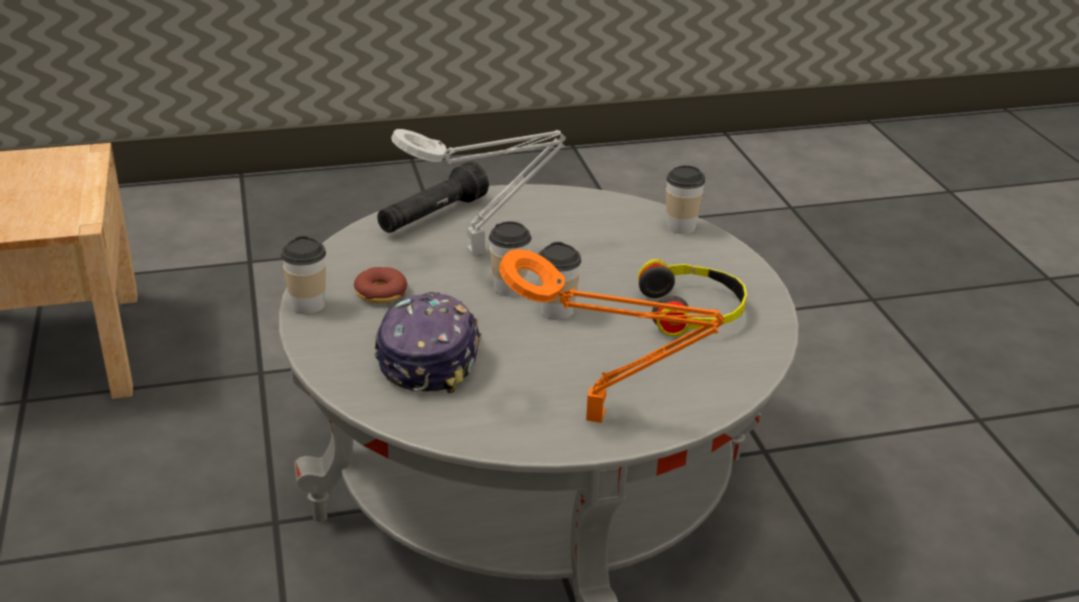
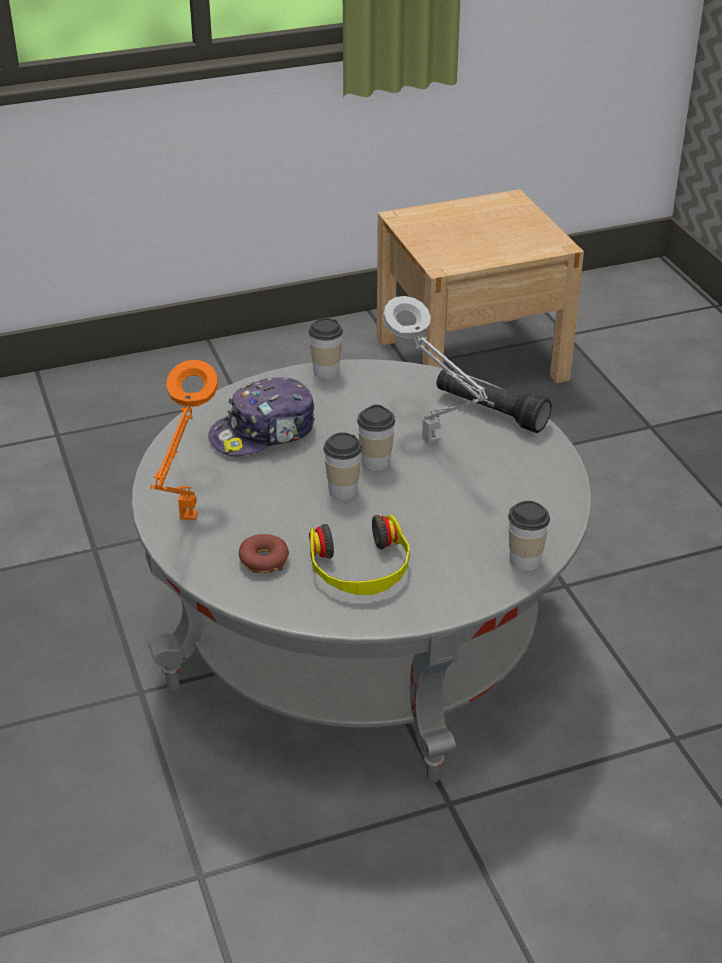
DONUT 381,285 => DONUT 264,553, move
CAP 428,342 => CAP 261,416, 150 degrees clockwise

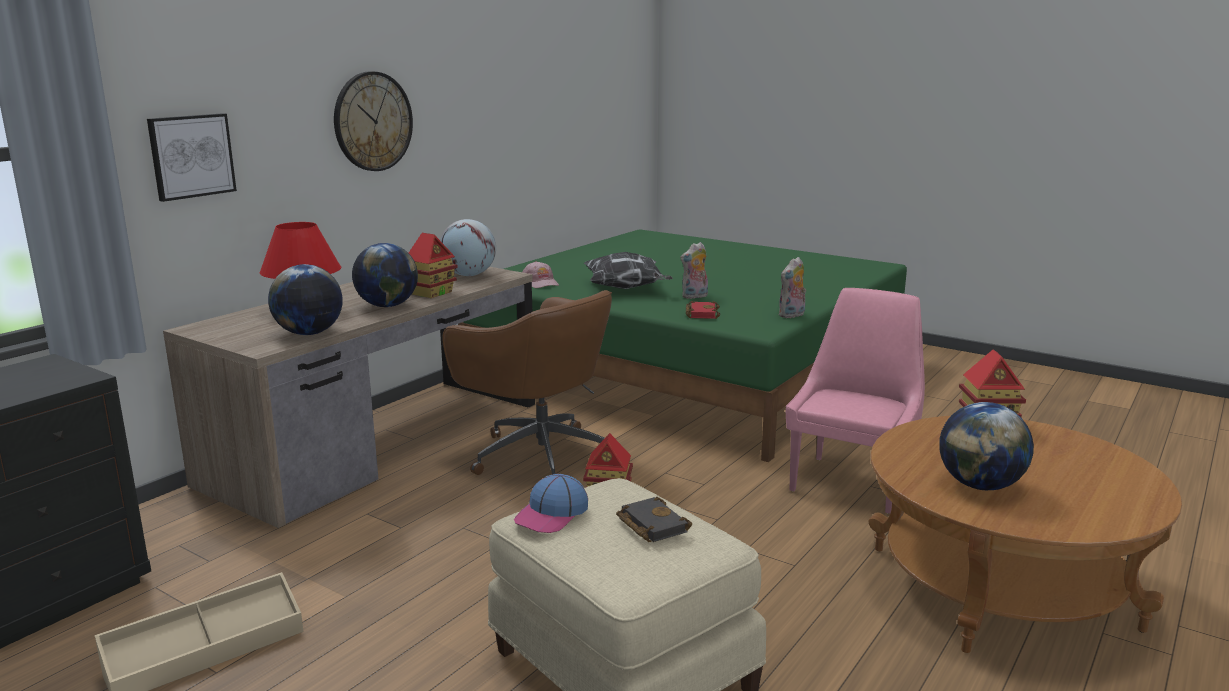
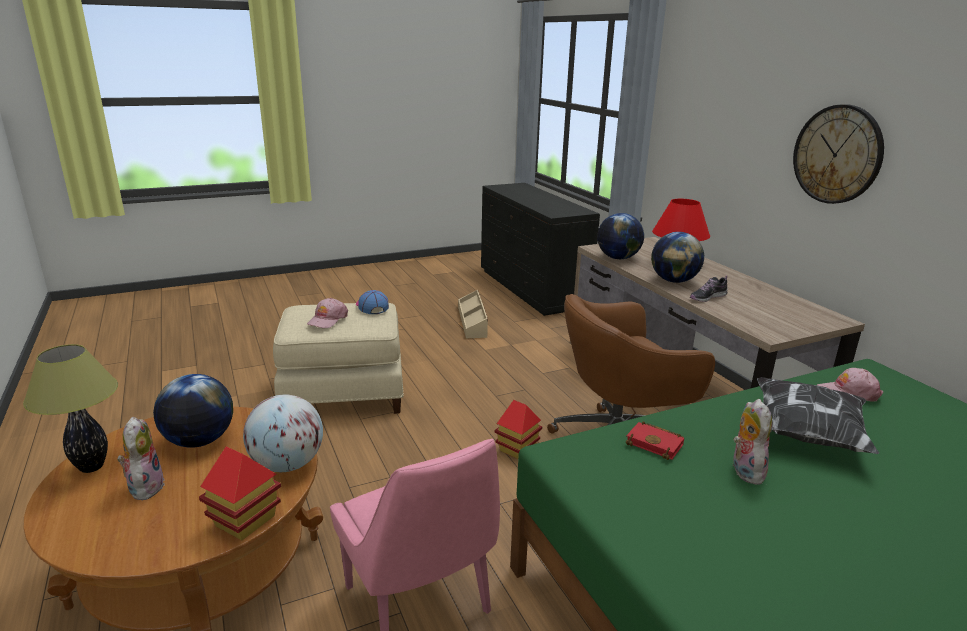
PICTURE 192,157 => nothing
GLOBE 468,247 => GLOBE 283,433, move
TOY HOUSE 433,265 => SHOE 709,289
PLUSH TOY 792,287 => PLUSH TOY 141,458, move
BLACK BOOK 654,519 => PINK CAP 327,313
nothing => TABLE LAMP 70,408

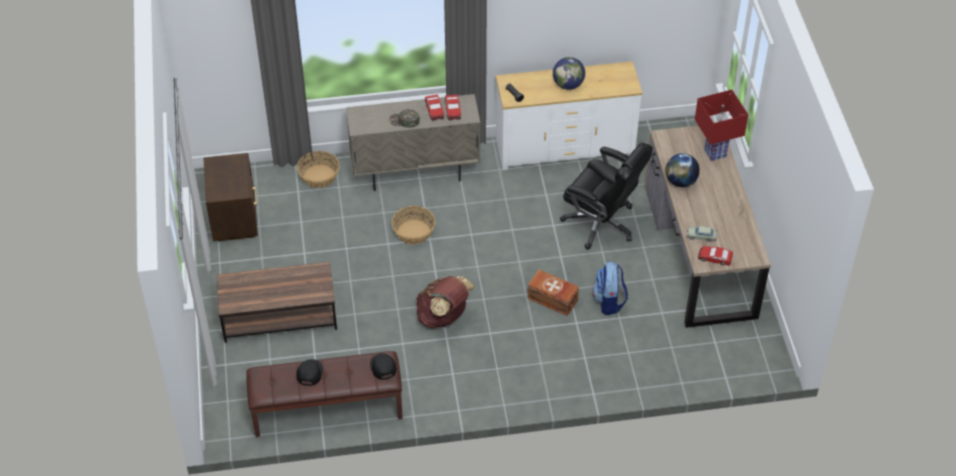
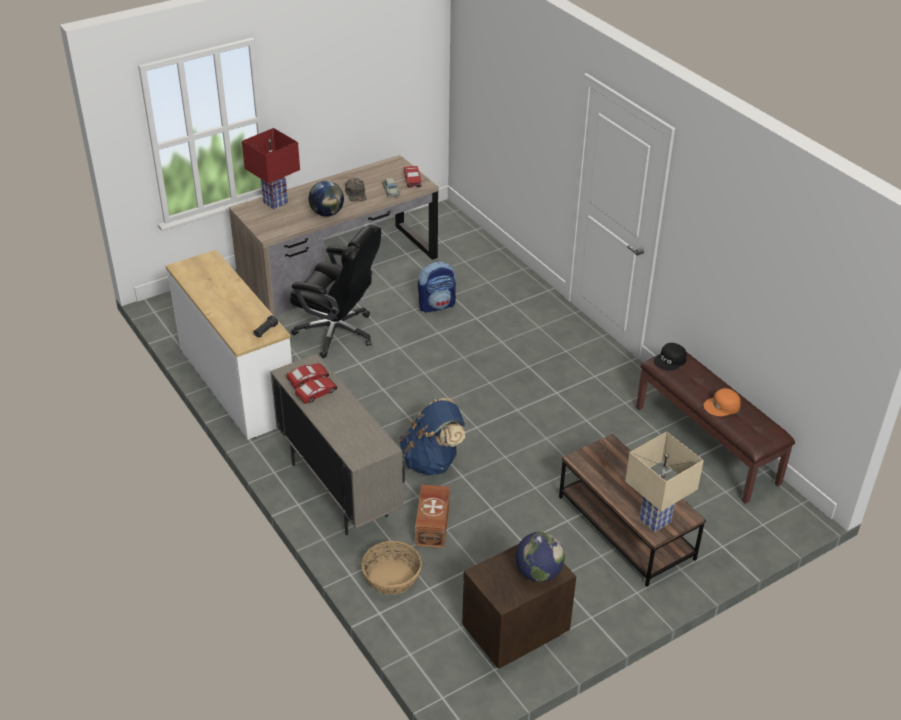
GLOBE 569,73 => GLOBE 540,557, move
GREEN CAP 404,118 => GREEN CAP 356,190, move
BLACK OFFICE CHAIR 606,196 => BLACK OFFICE CHAIR 335,291, 105 degrees clockwise
BASKET 413,225 => BLUE BACKPACK 432,436
BROWN STORAGE BOX 553,293 => BROWN STORAGE BOX 432,516, move
BROWN BACKPACK 445,302 => nothing
BLACK CAP 310,372 => ORANGE CAP 722,402
nothing => BEIGE TABLE LAMP 664,481

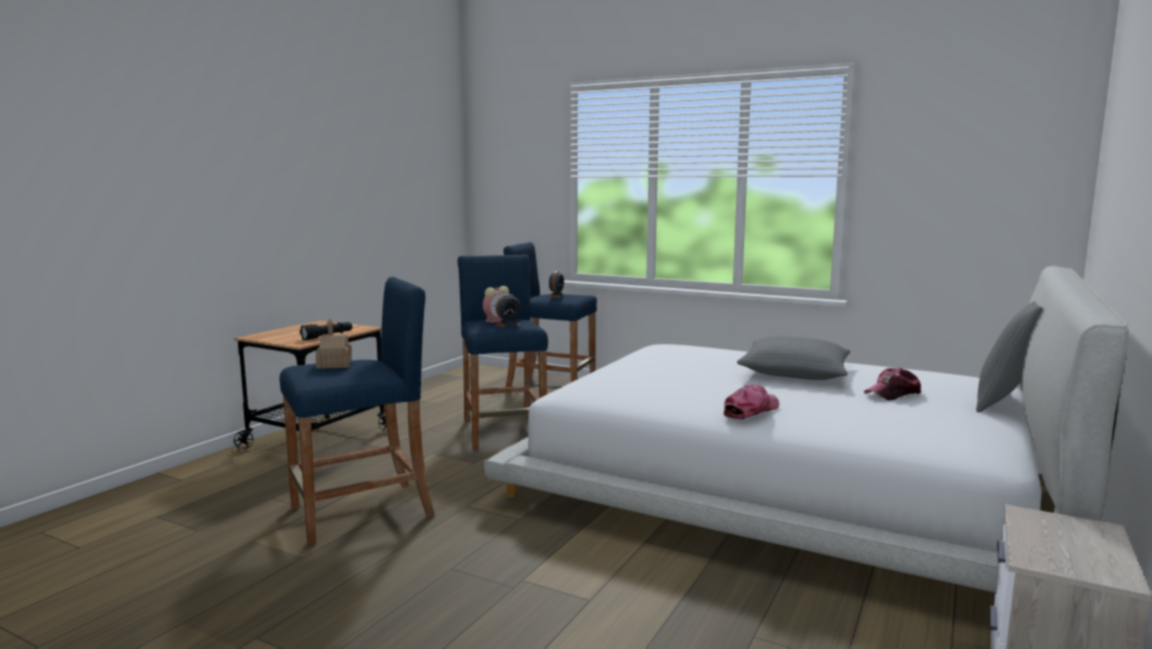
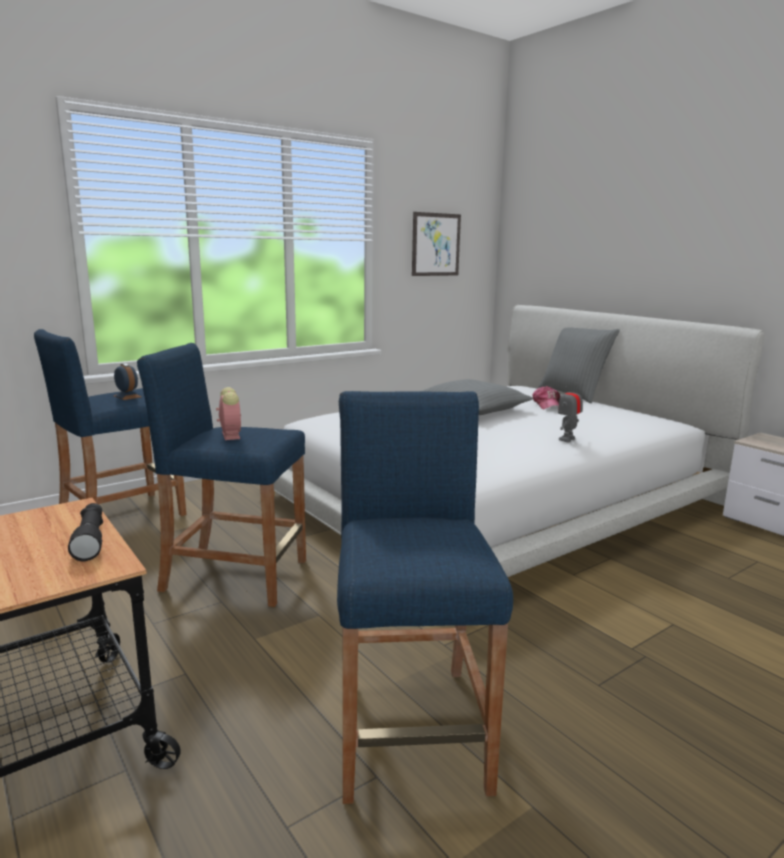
ALARM CLOCK 508,311 => nothing
TOY HOUSE 333,344 => nothing
CAP 751,401 => TOY ROBOT 570,411
nothing => PICTURE 436,244

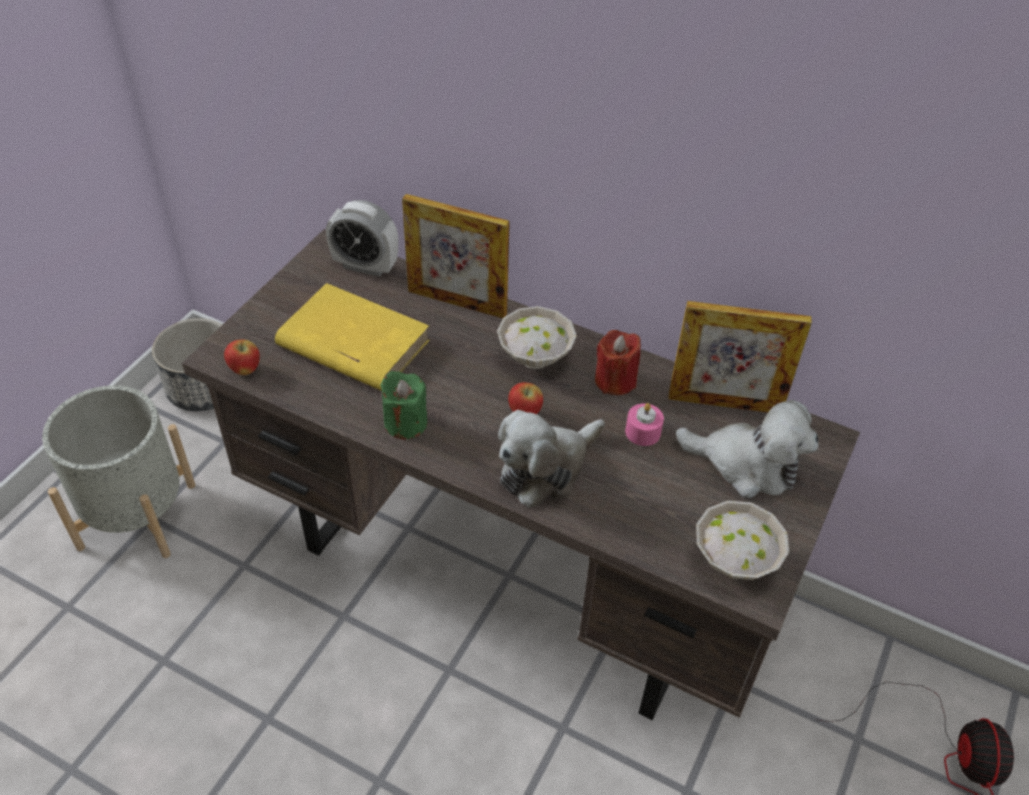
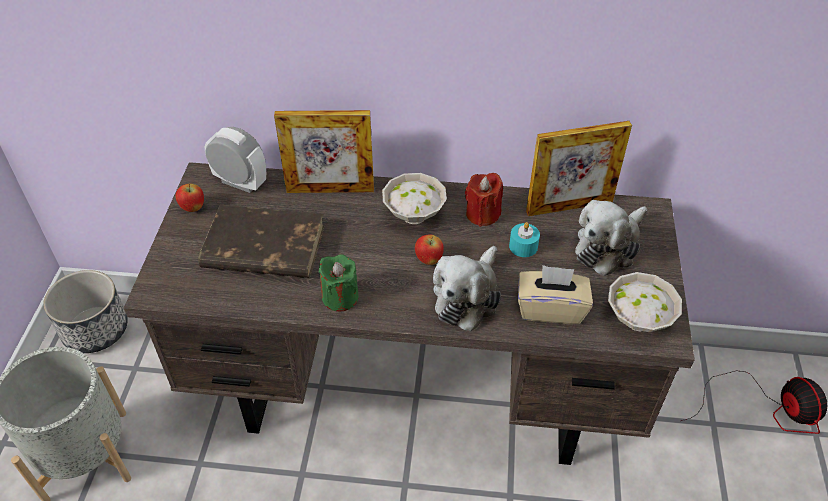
ALARM CLOCK 362,238 => ALARM CLOCK 235,160, 150 degrees counterclockwise
YELLOW BOOK 352,337 => BROWN BOOK 261,241
APPLE 242,357 => APPLE 189,198, move
PLUSH TOY 747,449 => PLUSH TOY 611,238, 135 degrees clockwise
PINK CANDLE 644,424 => TURQUOISE CANDLE 524,239
nothing => BEIGE TISSUE BOX 555,294

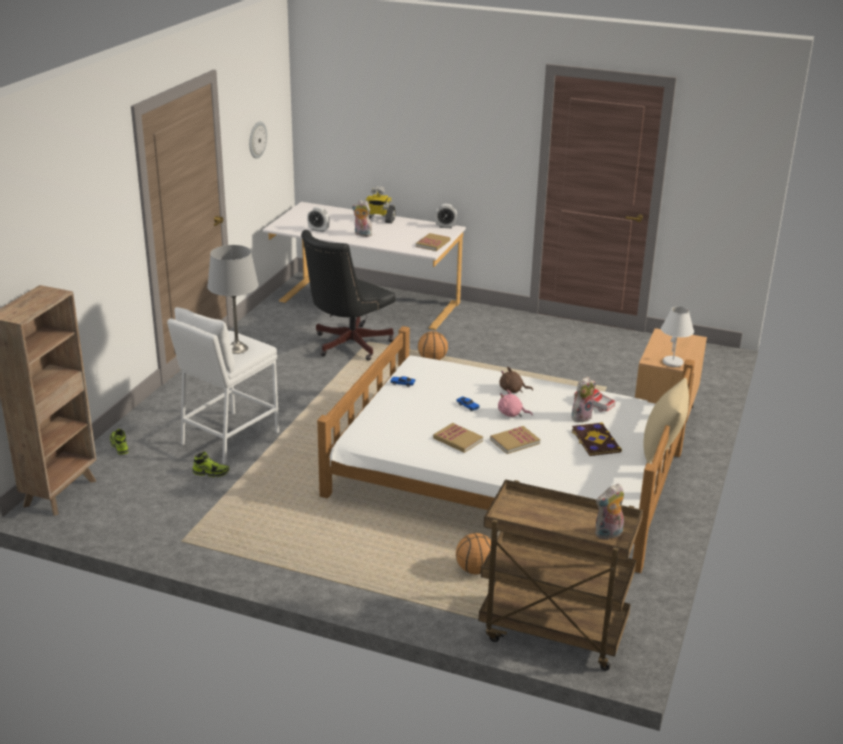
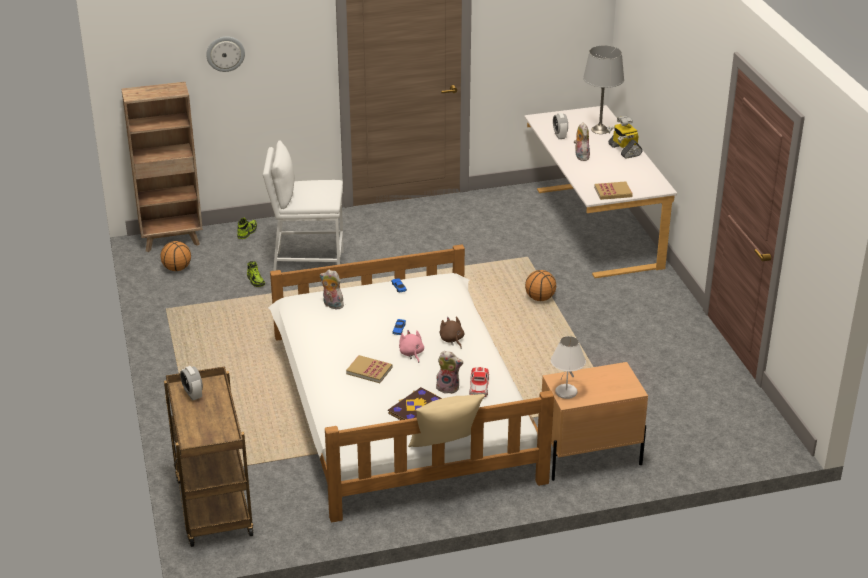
WALL CLOCK 258,140 => WALL CLOCK 225,54, move
ALARM CLOCK 446,216 => ALARM CLOCK 191,383, move
BLACK OFFICE CHAIR 348,295 => nothing
GREY TABLE LAMP 233,299 => GREY TABLE LAMP 603,89, move
BOOK 458,438 => nothing
PLUSH TOY 609,512 => PLUSH TOY 332,289, move
BASKETBALL 473,553 => BASKETBALL 176,256, move

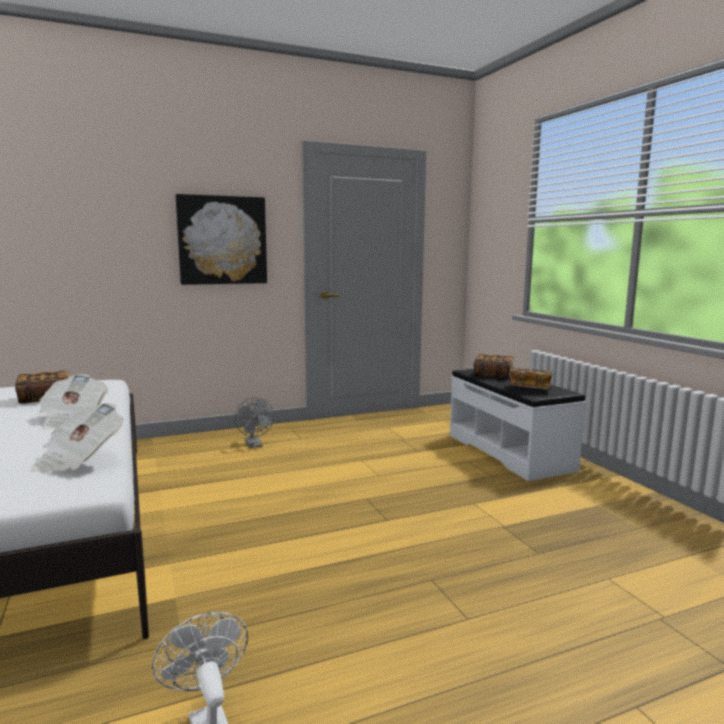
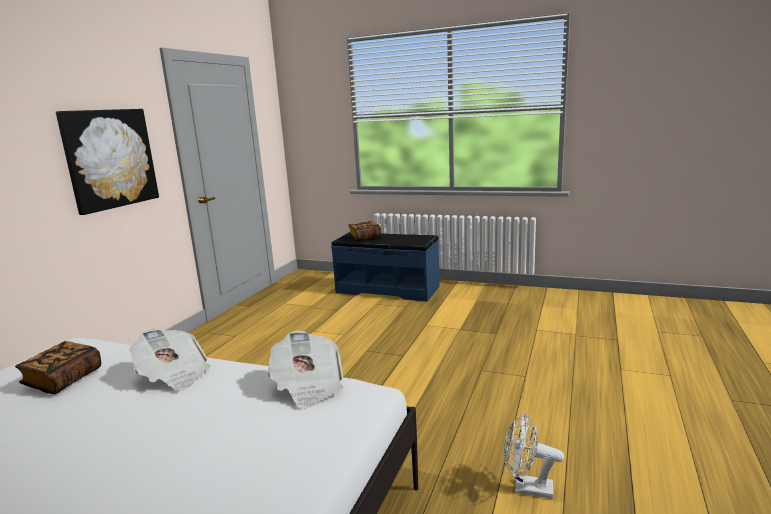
BOOK 530,379 => nothing
WHITE BENCH 518,425 => BLUE BENCH 385,267
GREY FAN 254,422 => nothing

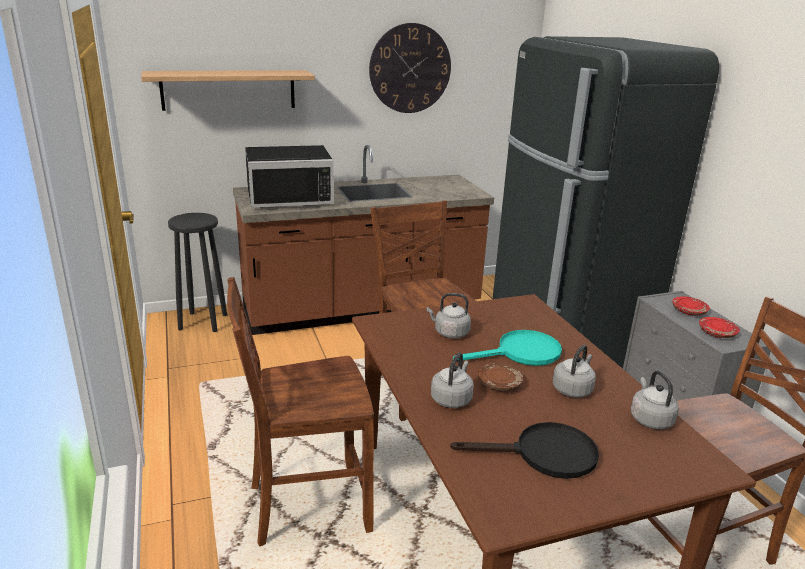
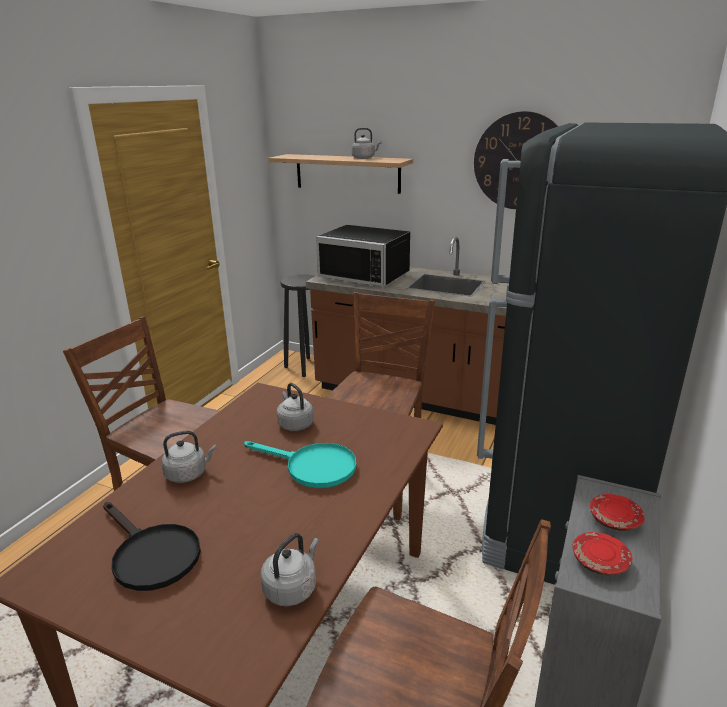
GREY KETTLE 574,371 => GREY KETTLE 367,143, move
BROWN PLATE 500,377 => nothing

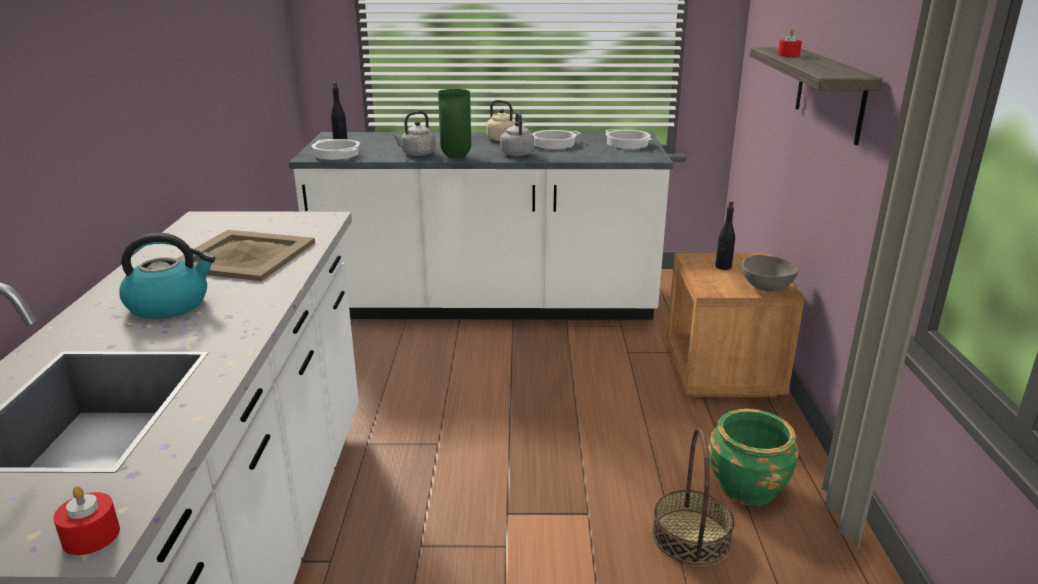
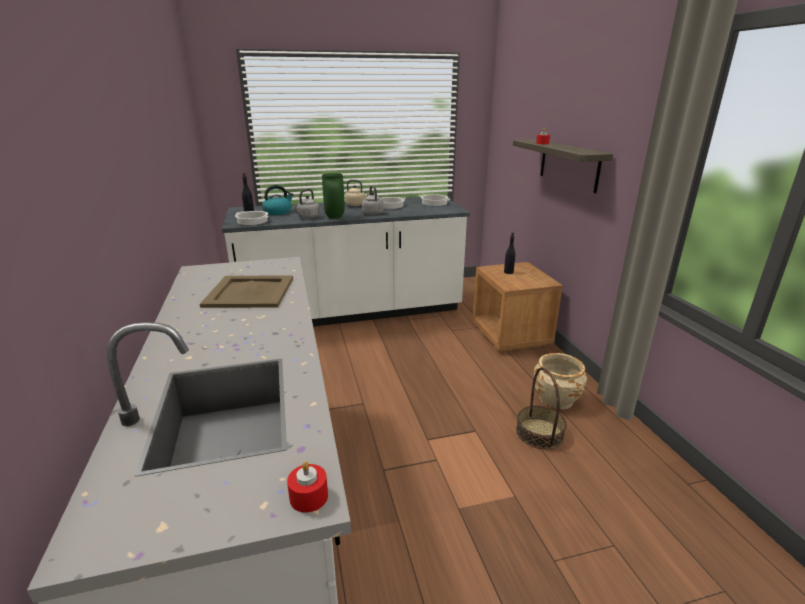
KETTLE 167,276 => KETTLE 278,200, move
GREY BOWL 770,273 => nothing
GREEN PLANTER 753,457 => BEIGE PLANTER 560,381

